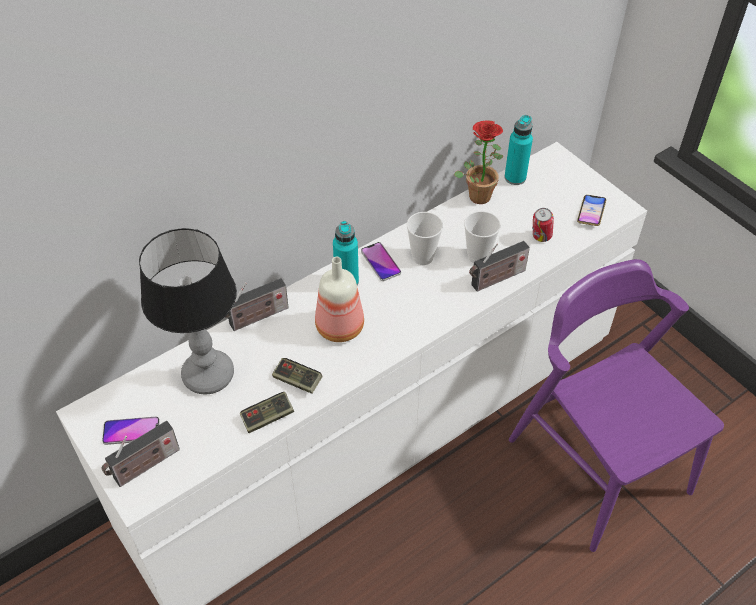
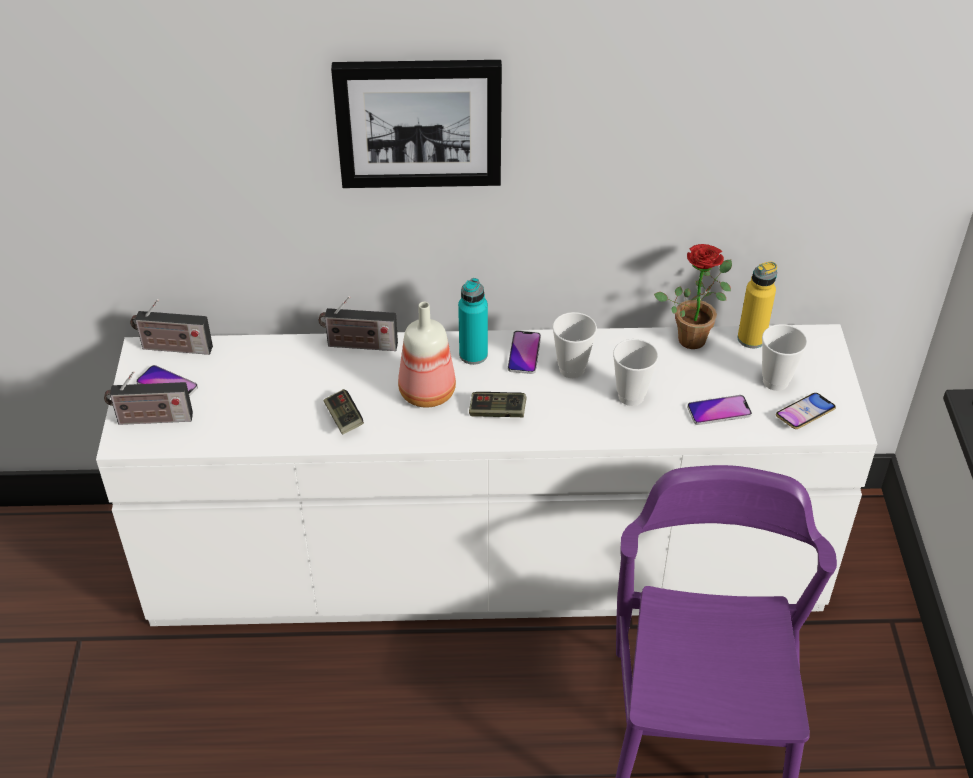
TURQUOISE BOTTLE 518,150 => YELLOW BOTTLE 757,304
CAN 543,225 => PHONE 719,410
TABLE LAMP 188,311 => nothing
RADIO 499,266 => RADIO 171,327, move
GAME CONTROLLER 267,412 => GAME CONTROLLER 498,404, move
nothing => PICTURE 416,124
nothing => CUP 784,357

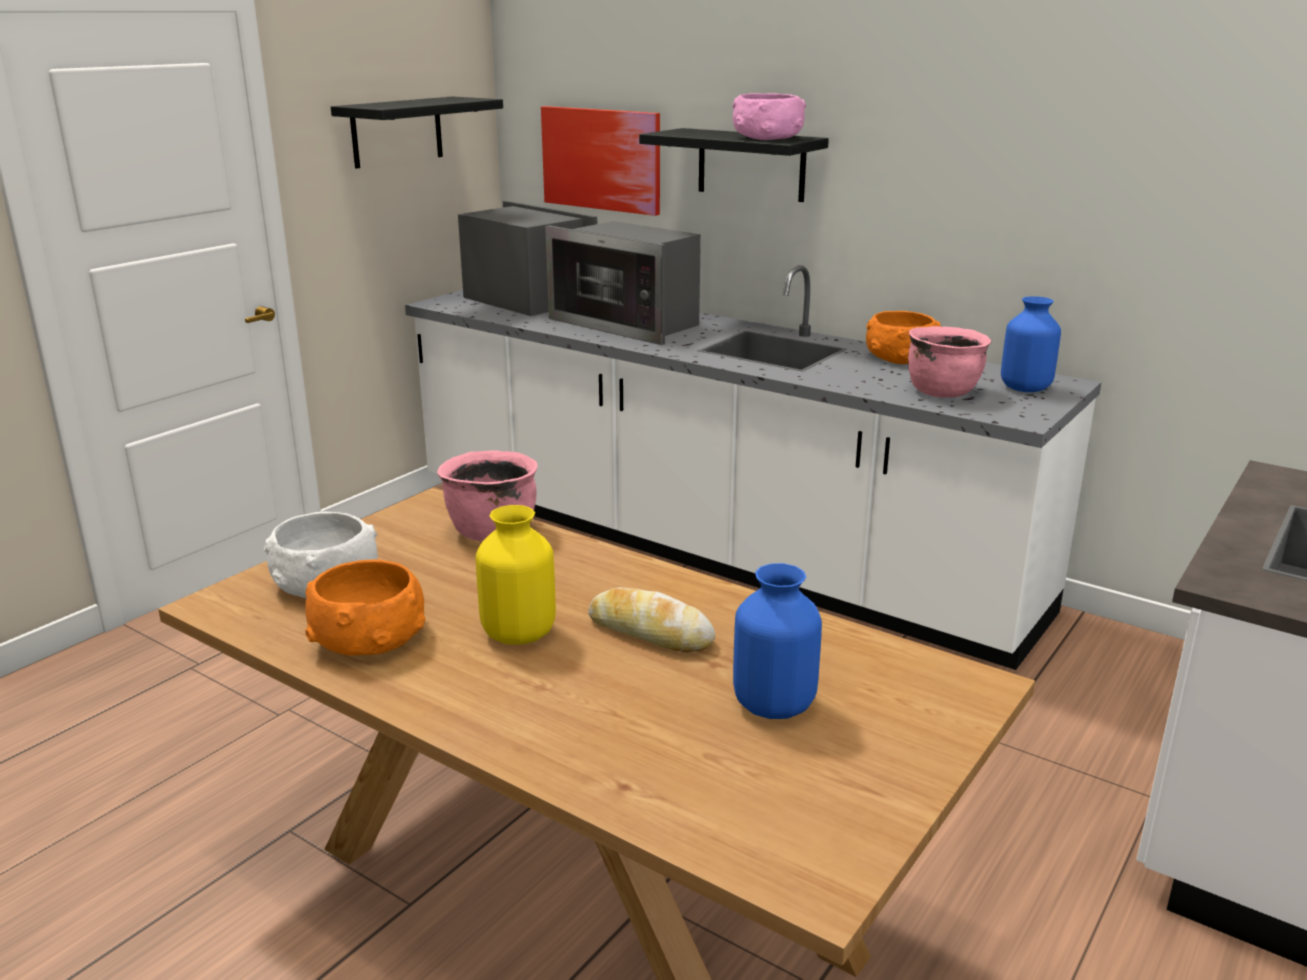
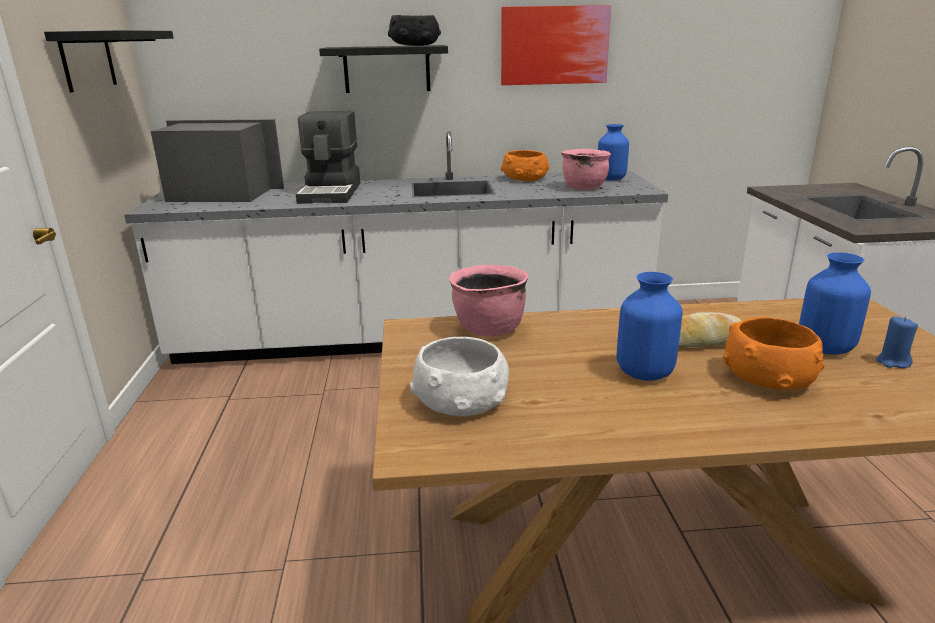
PINK BOWL 769,116 => BLACK BOWL 414,30
PICTURE 600,161 => PICTURE 556,45, move
MICROWAVE 623,283 => COFFEE MACHINE 328,157
YELLOW VASE 516,575 => BLUE VASE 650,326
ORANGE BOWL 365,608 => ORANGE BOWL 774,353, move
nothing => BLUE CANDLE 897,342

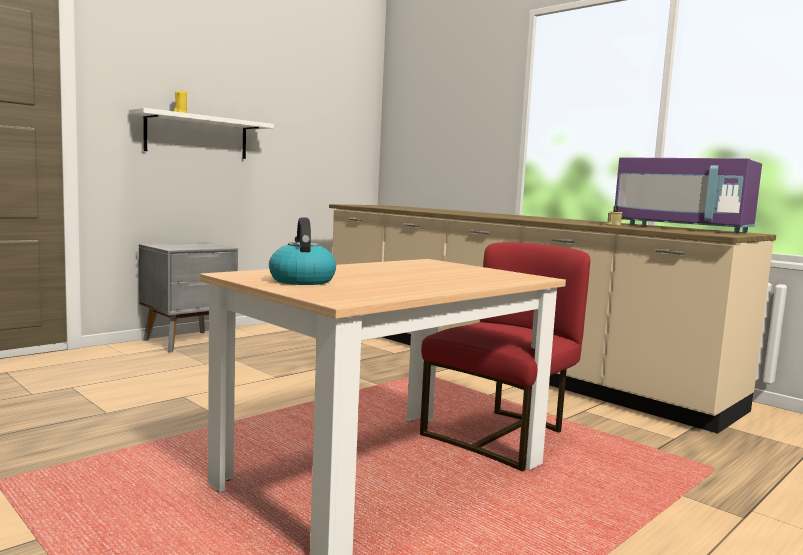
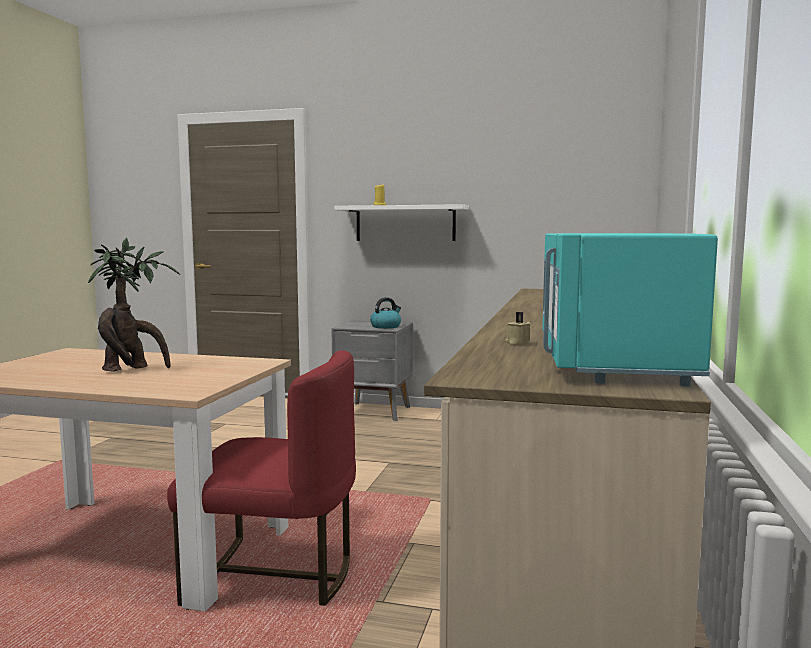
PURPLE MICROWAVE 688,195 => TURQUOISE MICROWAVE 630,310
KETTLE 302,251 => KETTLE 385,313, move
nothing => POTTED PLANT 134,304

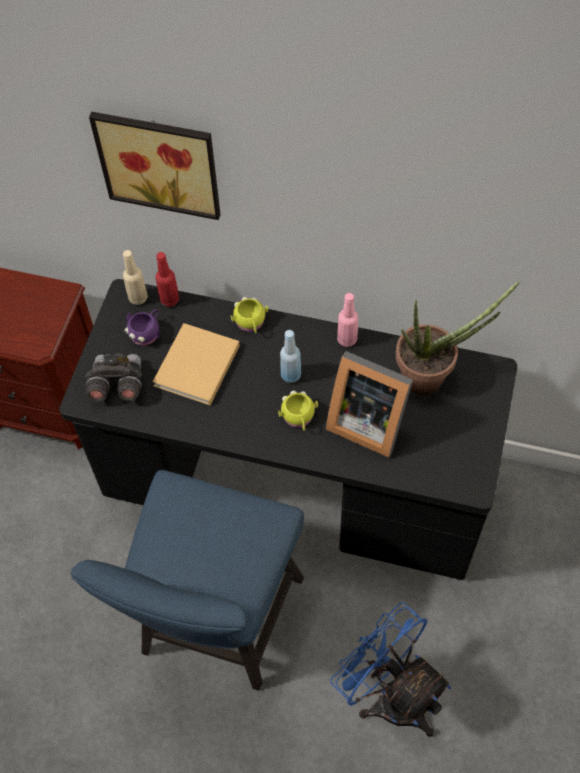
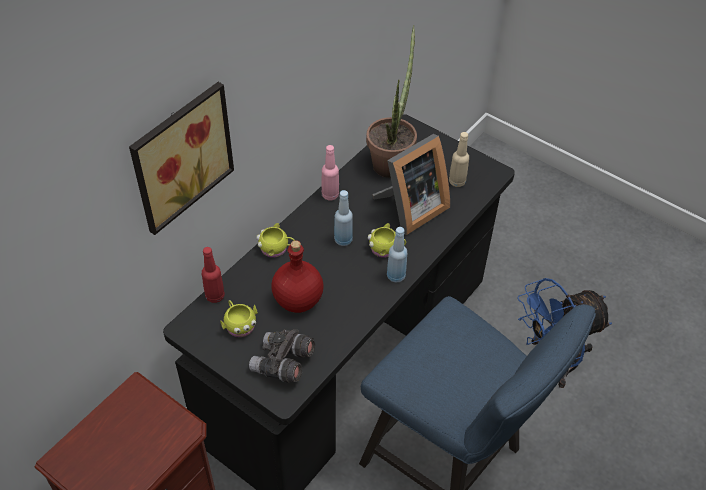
BEIGE BOTTLE 135,277 => BEIGE BOTTLE 459,159, move
PURPLE MUG 142,327 => YELLOW MUG 239,318
BEIGE BOOK 196,364 => RED BOTTLE 297,276
nothing => BLUE BOTTLE 397,255

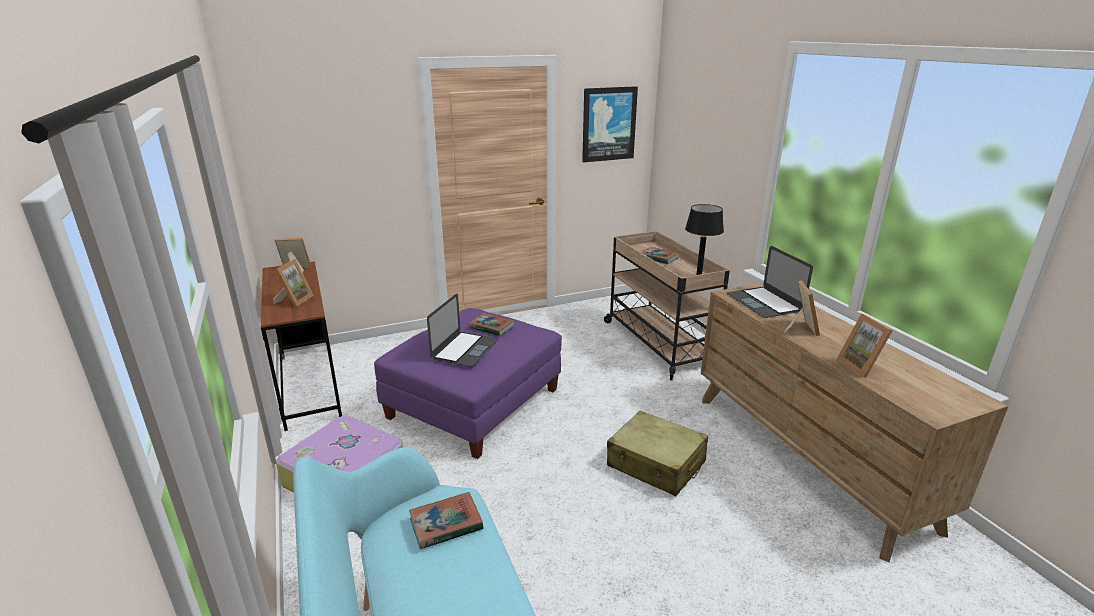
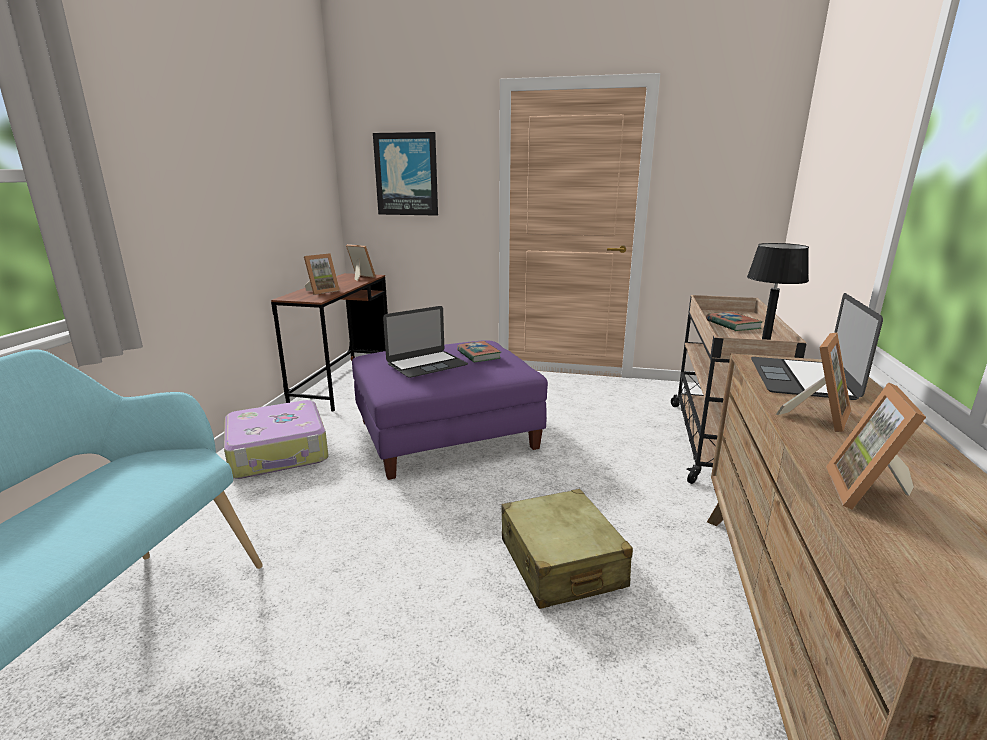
PICTURE 610,124 => PICTURE 405,174, move
BOOK 446,520 => nothing

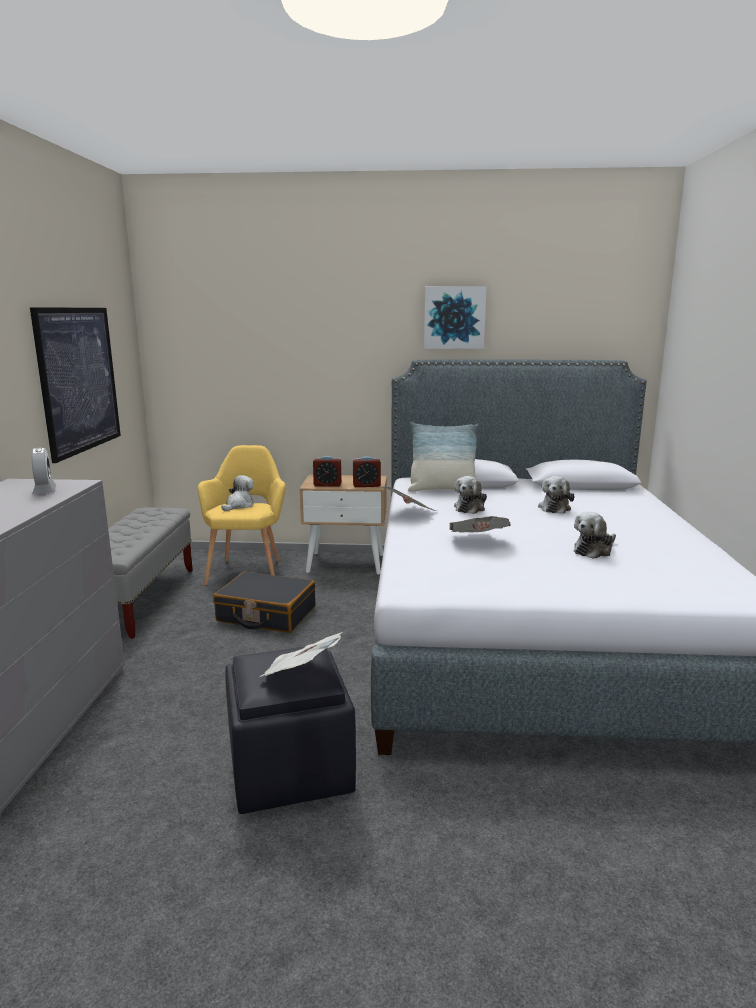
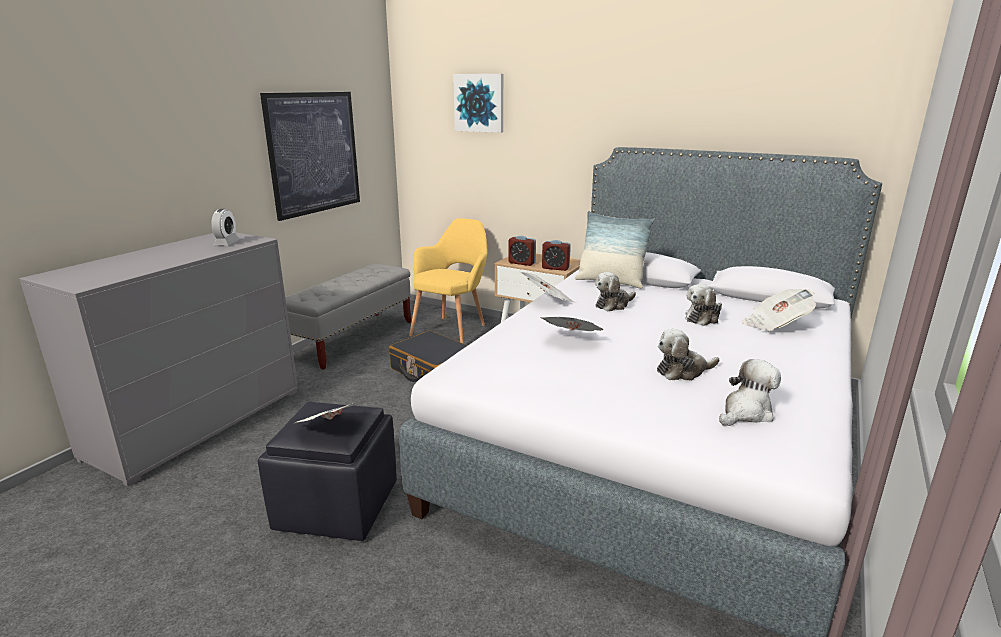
PICTURE 455,317 => PICTURE 478,103, move
PLUSH TOY 237,493 => PLUSH TOY 750,392, move
nothing => NEWSPAPER 779,310

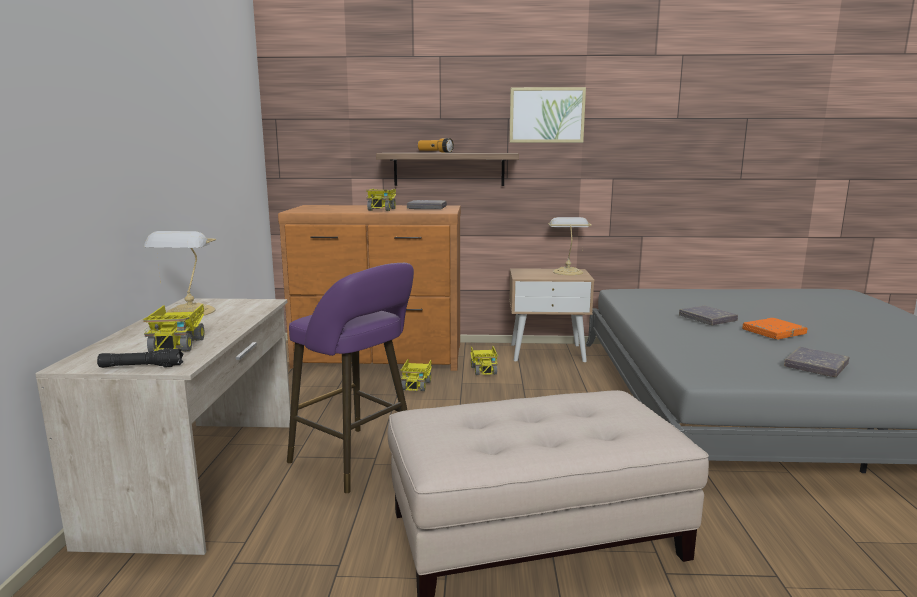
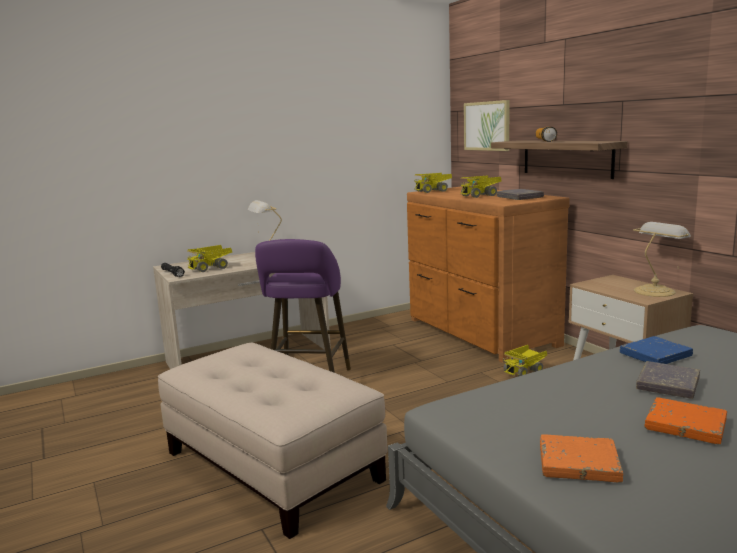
PICTURE 547,115 => PICTURE 487,125, move
GREY BOOK 816,362 => ORANGE BOOK 581,458
TOY TRUCK 416,375 => TOY TRUCK 433,183, move
nothing => BLUE BOOK 656,350

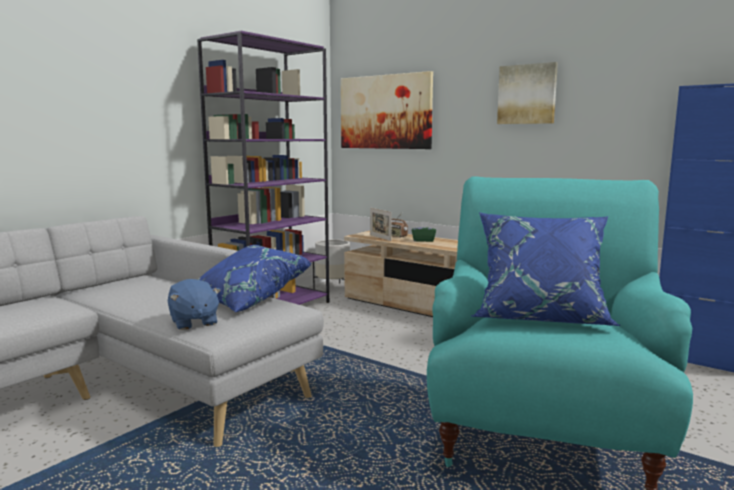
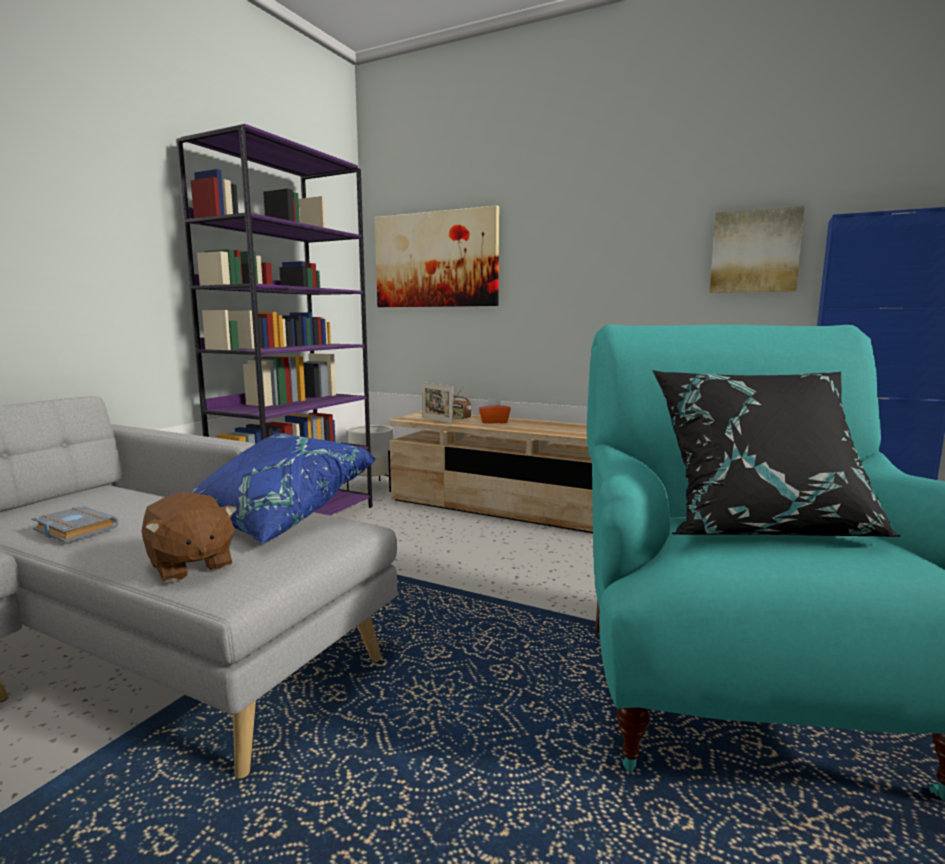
PICTURE 527,93 => PICTURE 757,249, move
BLUE PILLOW 546,269 => BLACK PILLOW 776,453
GREEN TISSUE BOX 424,232 => ORANGE TISSUE BOX 495,411
BLUE PLUSH TOY 194,304 => BROWN PLUSH TOY 189,537
nothing => GREY BOOK 75,524

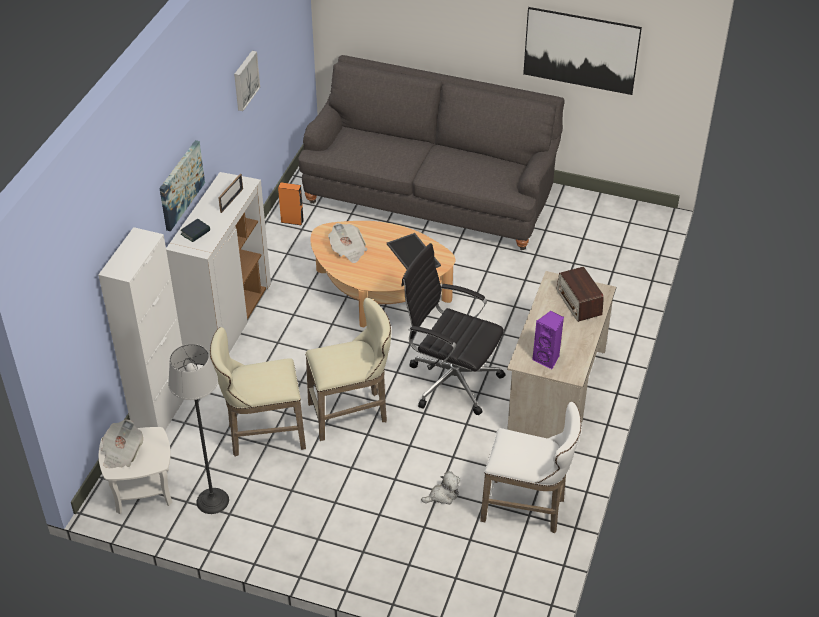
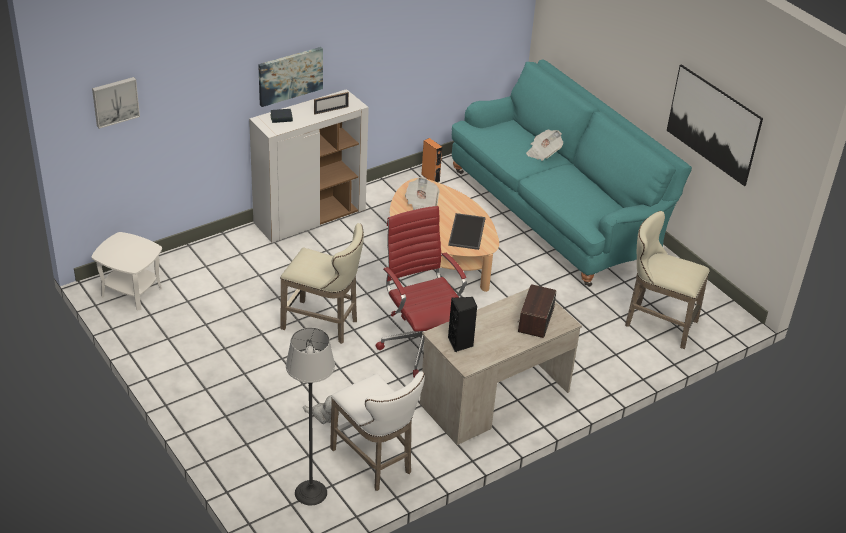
PICTURE 247,81 => PICTURE 116,103, move
GREY SOFA 431,152 => TURQUOISE SOFA 572,173
WHITE CABINET 142,328 => nothing
BLACK OFFICE CHAIR 453,329 => RED OFFICE CHAIR 421,291
PURPLE SPEAKER 548,340 => BLACK SPEAKER 462,324
BEIGE STOOL 258,392 => BEIGE STOOL 667,280, move
FLOOR LAMP 198,429 => FLOOR LAMP 310,416, move
NEWSPAPER 122,443 => NEWSPAPER 544,145, move

